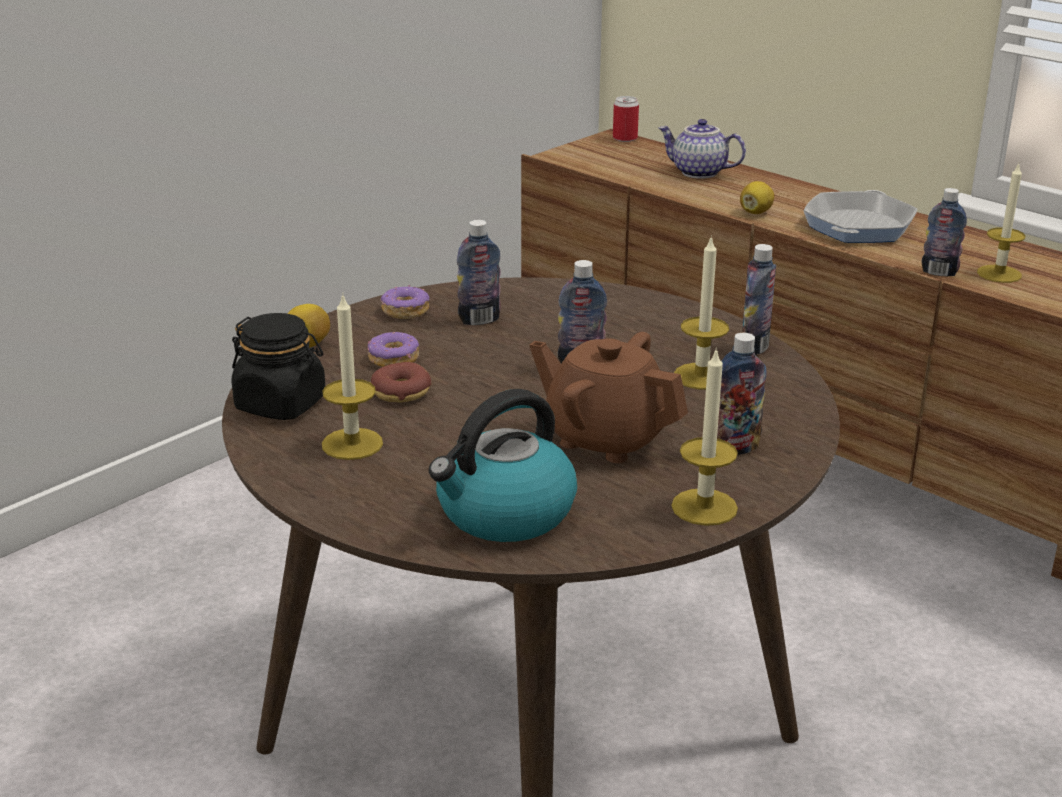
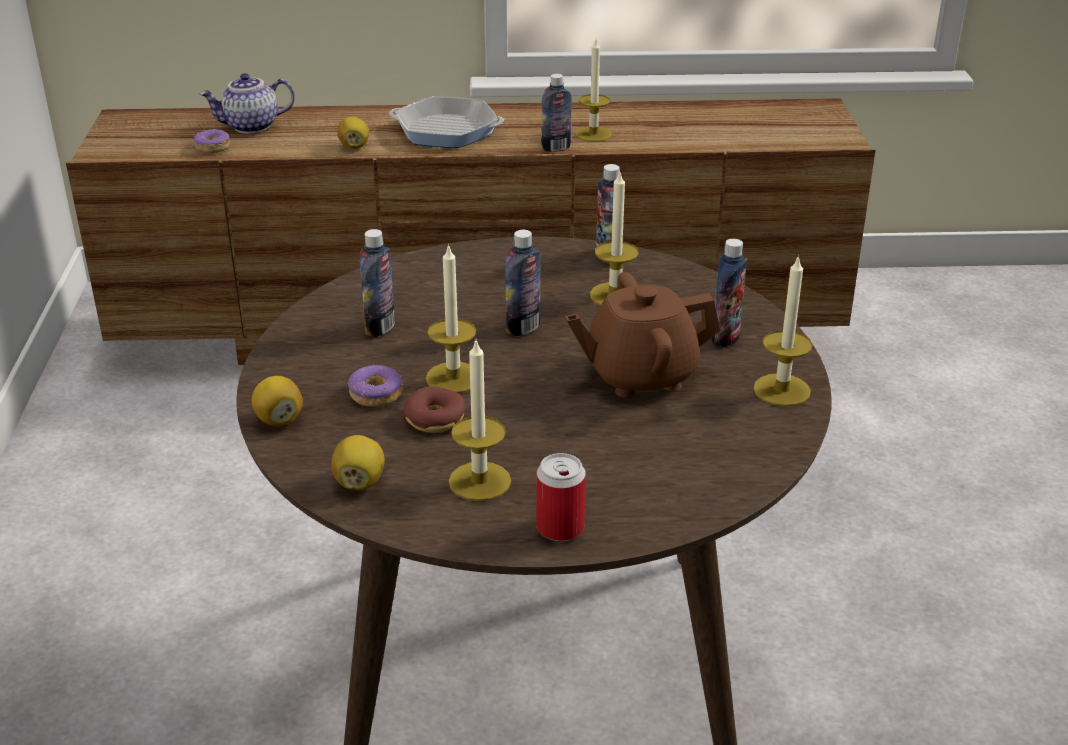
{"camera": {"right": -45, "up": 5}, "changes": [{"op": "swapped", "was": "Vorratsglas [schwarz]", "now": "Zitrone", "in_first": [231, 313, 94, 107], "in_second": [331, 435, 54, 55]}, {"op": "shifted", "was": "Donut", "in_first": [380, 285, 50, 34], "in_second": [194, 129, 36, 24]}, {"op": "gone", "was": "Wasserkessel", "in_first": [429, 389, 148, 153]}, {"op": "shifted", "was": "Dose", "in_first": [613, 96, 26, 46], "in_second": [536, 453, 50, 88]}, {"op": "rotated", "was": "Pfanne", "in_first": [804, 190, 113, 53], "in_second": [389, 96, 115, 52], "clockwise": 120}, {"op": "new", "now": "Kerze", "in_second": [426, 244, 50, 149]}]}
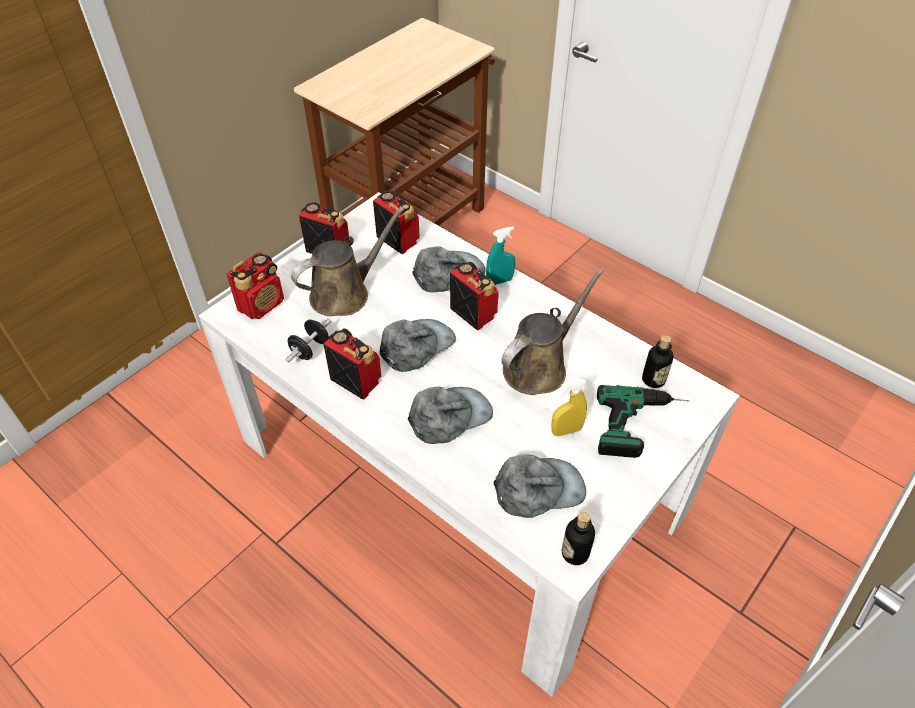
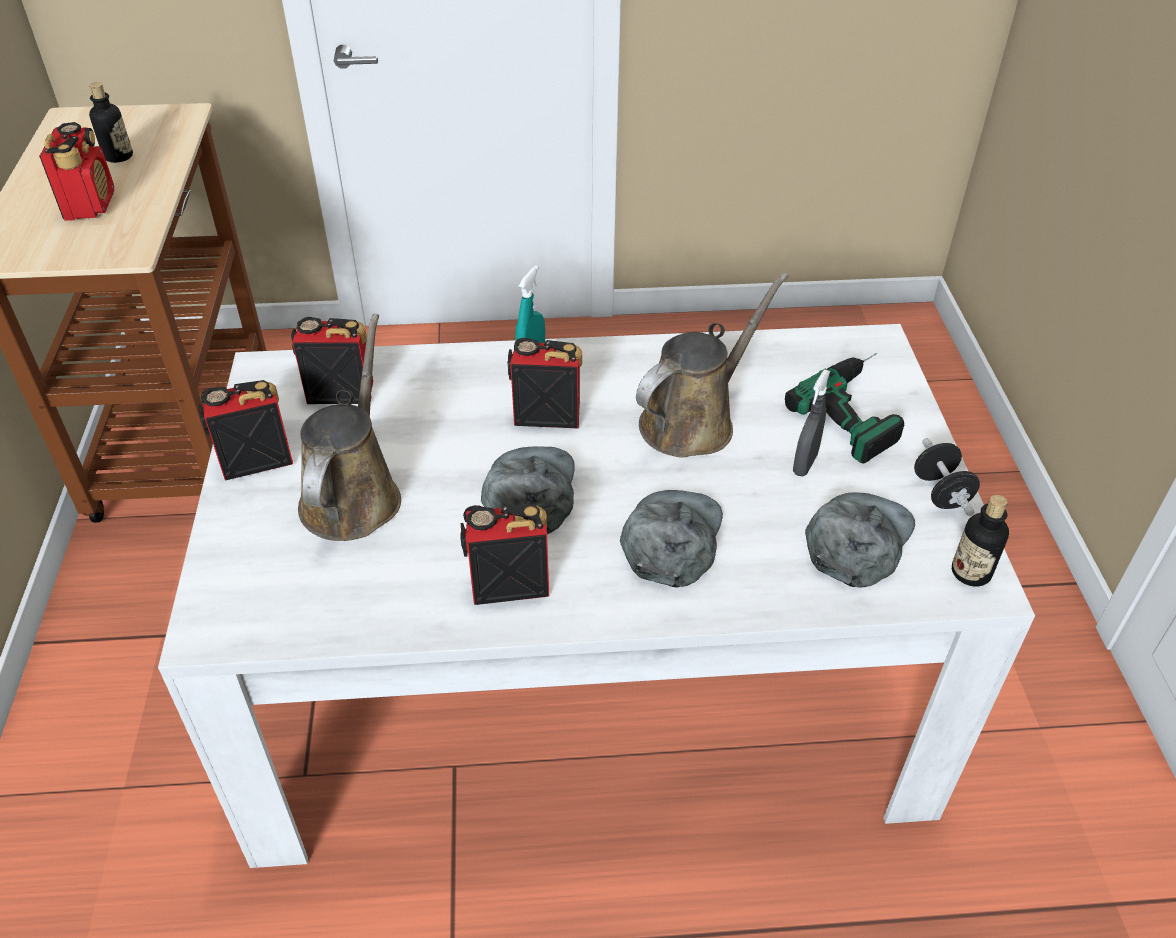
{"camera": {"right": -45, "up": -5}, "changes": [{"op": "shifted", "was": "Radio", "in_first": [227, 252, 57, 68], "in_second": [39, 122, 75, 99]}, {"op": "shifted", "was": "Hantel [schwarz]", "in_first": [285, 318, 46, 45], "in_second": [914, 438, 66, 78]}, {"op": "gone", "was": "Kappe [grau]", "in_first": [412, 246, 73, 46]}, {"op": "rotated", "was": "Gießkanne [braun]", "in_first": [501, 269, 103, 126], "in_second": [636, 273, 152, 184], "clockwise": 45}, {"op": "repainted", "was": "Sprühflasche [gelb]", "now": "Sprühflasche [grau]", "in_first": [551, 379, 36, 57], "in_second": [793, 369, 38, 107]}, {"op": "shifted", "was": "Flasche", "in_first": [642, 335, 32, 53], "in_second": [89, 82, 44, 81]}]}
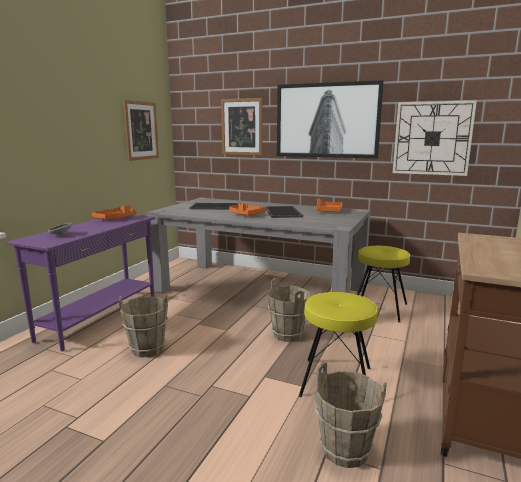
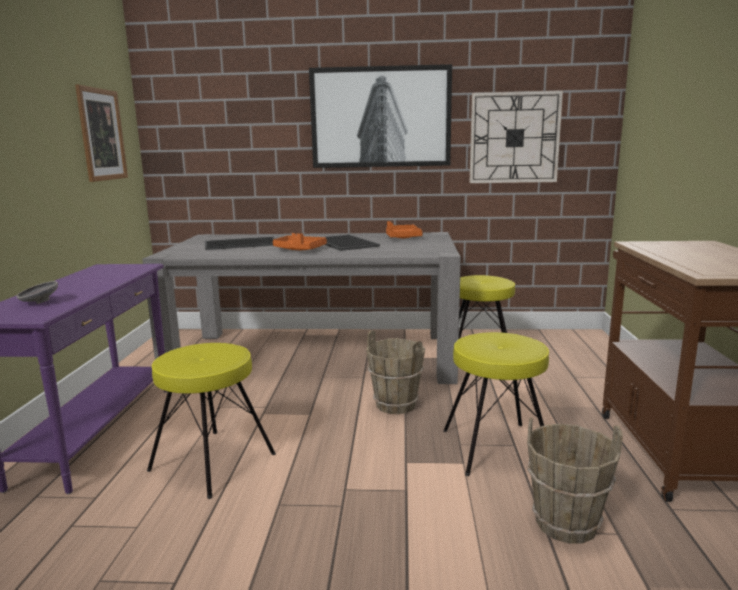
{"camera": {"right": -20, "up": 0}, "changes": [{"op": "gone", "was": "Tablett [orange]", "in_first": [92, 204, 44, 16]}, {"op": "swapped", "was": "Eimer [braun]", "now": "Hocker [gelb]", "in_first": [119, 295, 49, 62], "in_second": [147, 343, 129, 156]}, {"op": "gone", "was": "Bild", "in_first": [221, 98, 41, 58]}]}
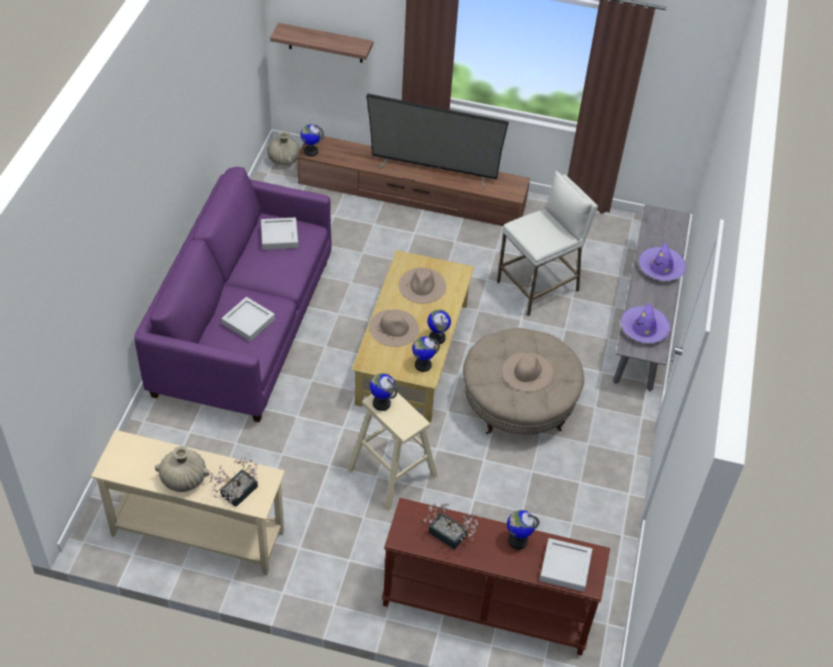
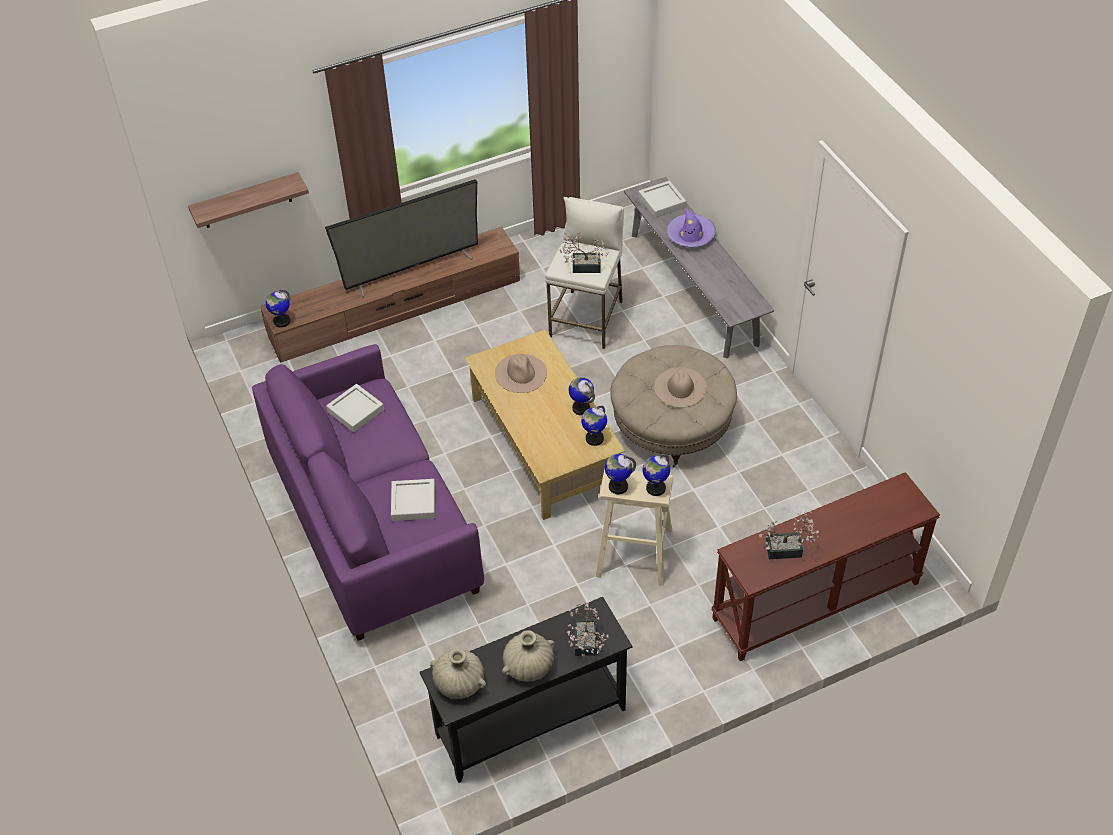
{"camera": {"right": -35, "up": 0}, "changes": [{"op": "repainted", "was": "Konsolentisch [beige]", "now": "Konsolentisch [schwarz]", "in_first": [91, 430, 194, 145], "in_second": [420, 597, 212, 186]}, {"op": "shifted", "was": "Vase [beige]", "in_first": [267, 131, 33, 34], "in_second": [430, 648, 56, 51]}, {"op": "gone", "was": "Hut [beige]", "in_first": [369, 310, 50, 37]}, {"op": "shifted", "was": "Globus", "in_first": [507, 510, 32, 39], "in_second": [642, 454, 28, 42]}, {"op": "shifted", "was": "Tablett [grau]", "in_first": [540, 538, 53, 54], "in_second": [639, 181, 47, 37]}, {"op": "gone", "was": "Hut [lila]", "in_first": [621, 302, 49, 41]}, {"op": "new", "now": "Topfpflanze", "in_second": [560, 231, 49, 42]}]}
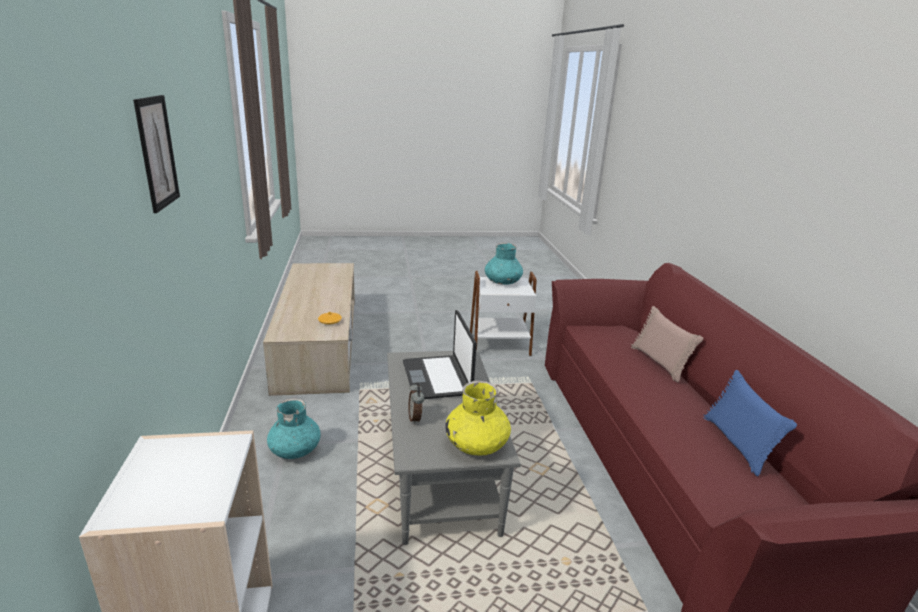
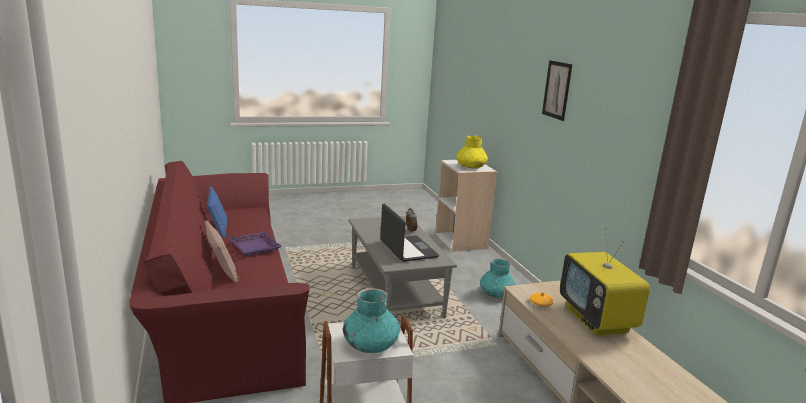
{"camera": {"right": 170, "up": -5}, "changes": [{"op": "shifted", "was": "Vase [gelb]", "in_first": [445, 381, 66, 75], "in_second": [456, 135, 32, 34]}, {"op": "new", "now": "Tablett [lila]", "in_second": [229, 231, 52, 25]}, {"op": "new", "now": "Fernseher", "in_second": [560, 228, 90, 108]}]}
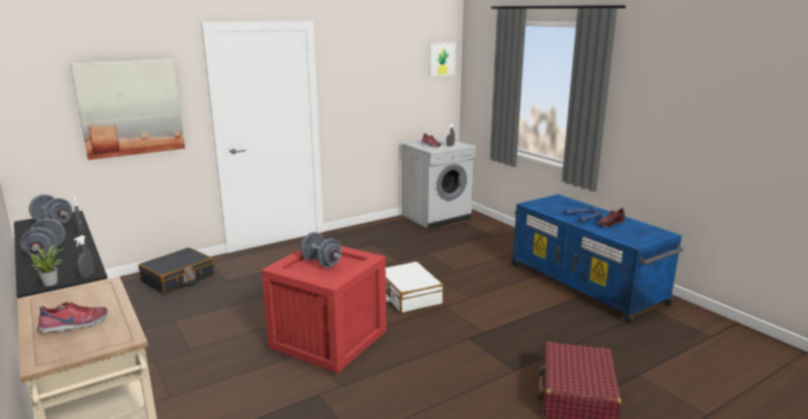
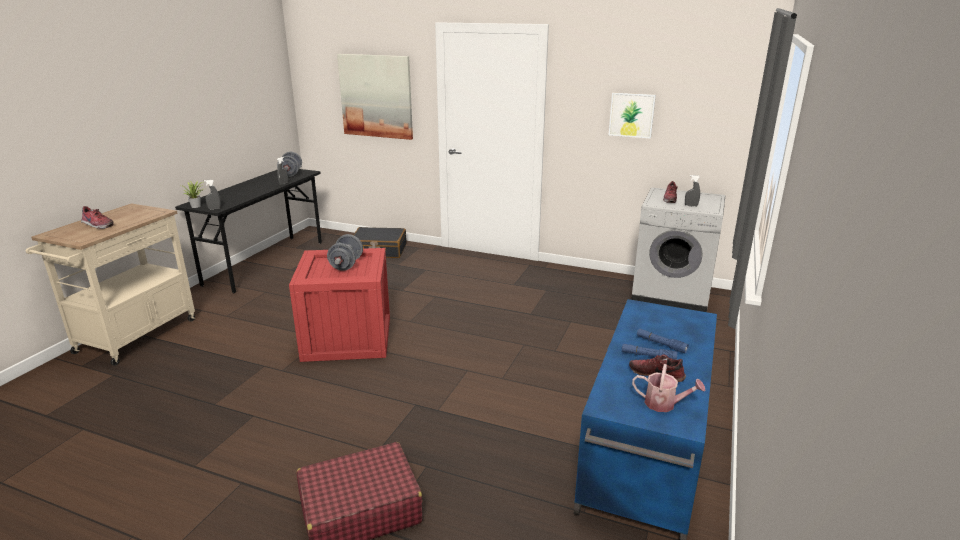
{"camera": {"right": 55, "up": 5}, "changes": [{"op": "gone", "was": "Hantel [grau]", "in_first": [21, 218, 45, 40]}, {"op": "gone", "was": "Koffer [weiß]", "in_first": [386, 261, 58, 52]}, {"op": "shifted", "was": "Bild", "in_first": [429, 42, 27, 34], "in_second": [609, 93, 47, 46]}, {"op": "new", "now": "Gießkanne", "in_second": [632, 364, 74, 48]}]}
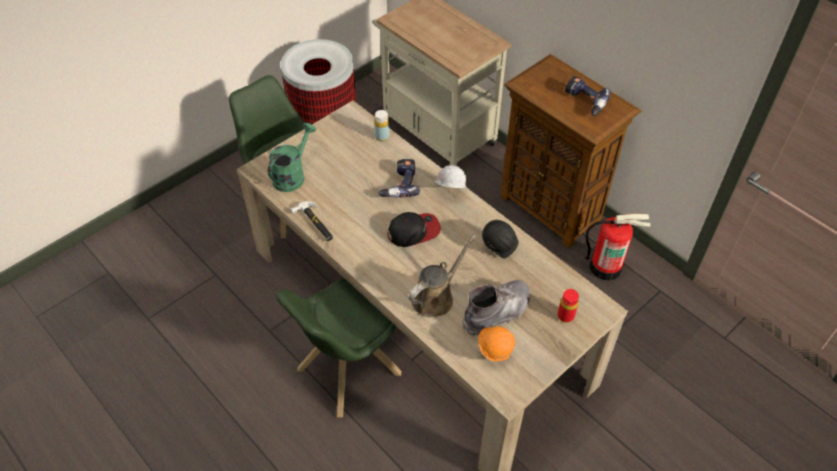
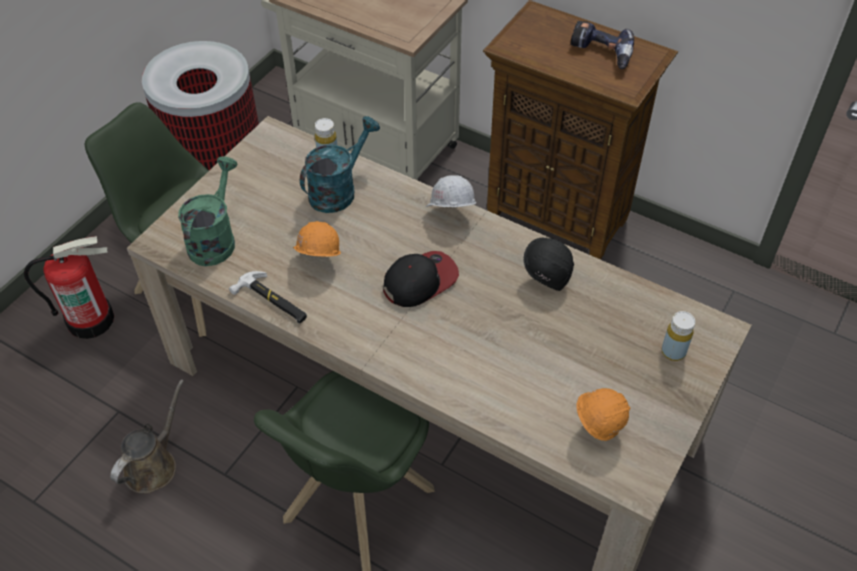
{"camera": {"right": -15, "up": 0}, "changes": [{"op": "gone", "was": "Bohrmaschine", "in_first": [378, 159, 42, 39]}, {"op": "shifted", "was": "Gießkanne [braun]", "in_first": [409, 234, 67, 83], "in_second": [110, 379, 74, 114]}, {"op": "gone", "was": "Stiefel [grau]", "in_first": [462, 280, 69, 57]}, {"op": "repainted", "was": "Flasche [rot]", "now": "Flasche [gelb]", "in_first": [557, 289, 22, 34], "in_second": [661, 311, 34, 50]}, {"op": "shifted", "was": "Feuerlöscher", "in_first": [585, 214, 66, 66], "in_second": [24, 236, 90, 103]}, {"op": "new", "now": "Schutzhelm [orange]", "in_second": [293, 221, 48, 36]}, {"op": "new", "now": "Gießkanne [türkis]", "in_second": [300, 116, 80, 97]}]}
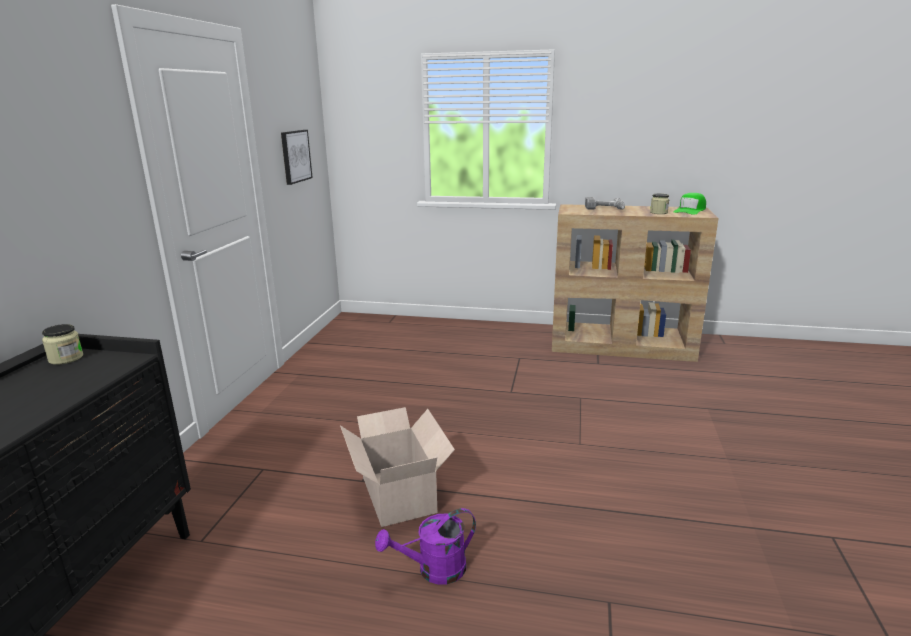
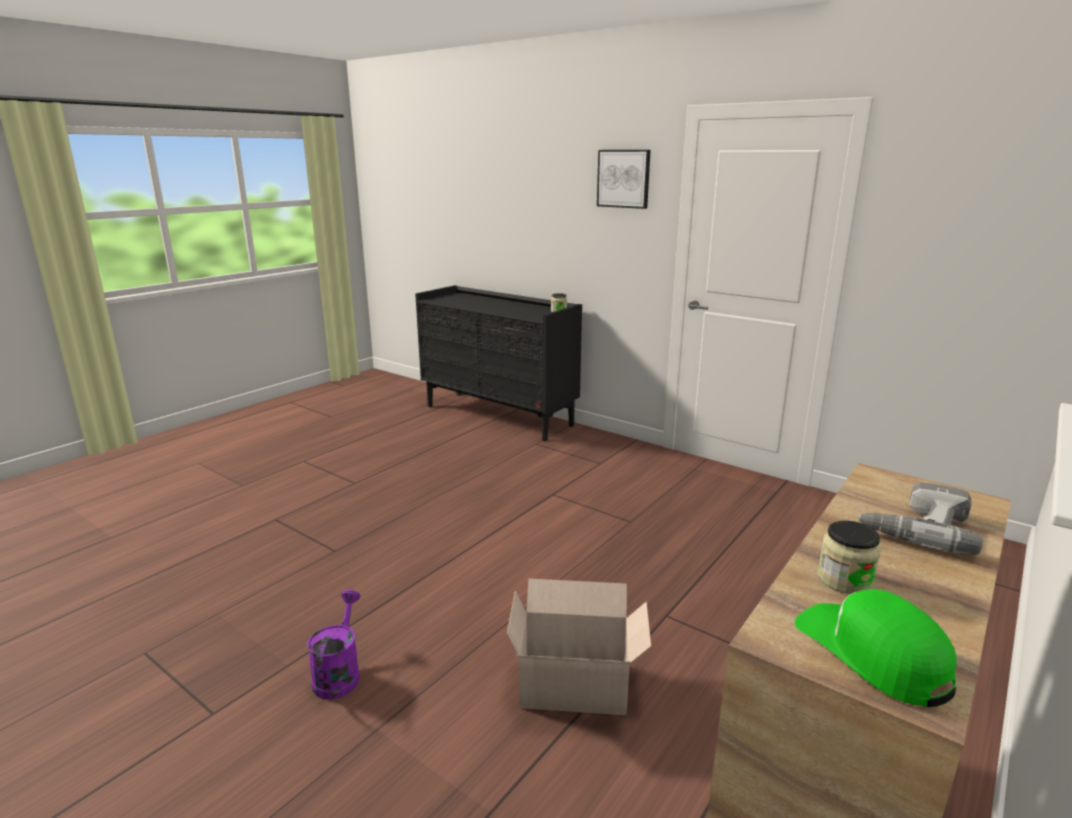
{"camera": {"right": 115, "up": 0}, "changes": [{"op": "shifted", "was": "Bild", "in_first": [281, 130, 32, 55], "in_second": [597, 150, 54, 59]}, {"op": "shifted", "was": "Karton", "in_first": [340, 407, 115, 120], "in_second": [507, 578, 144, 137]}, {"op": "shifted", "was": "Gießkanne [lila]", "in_first": [375, 508, 101, 77], "in_second": [307, 590, 53, 110]}]}
